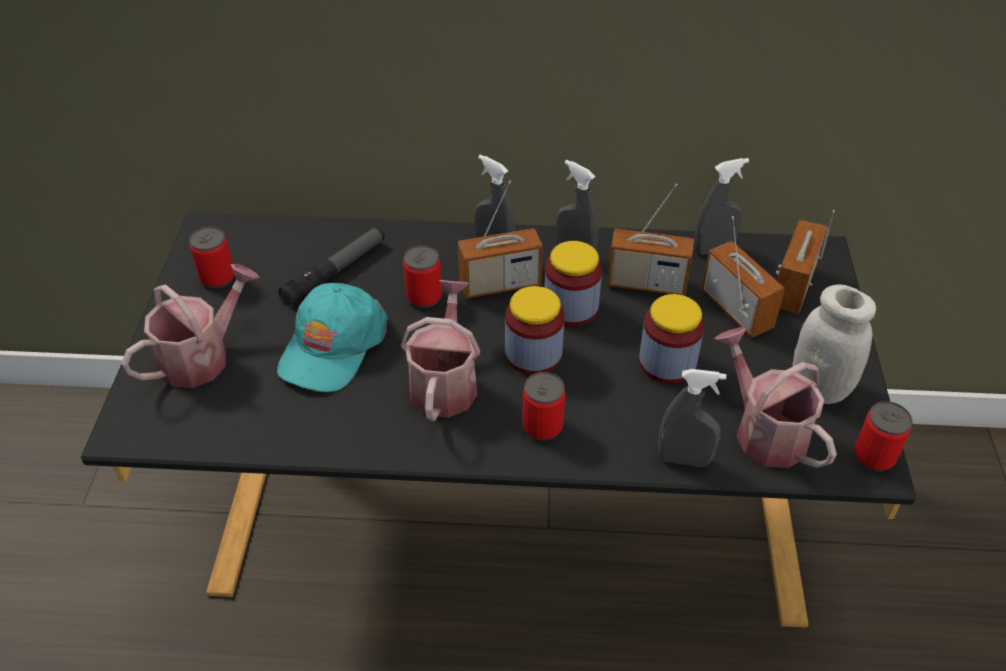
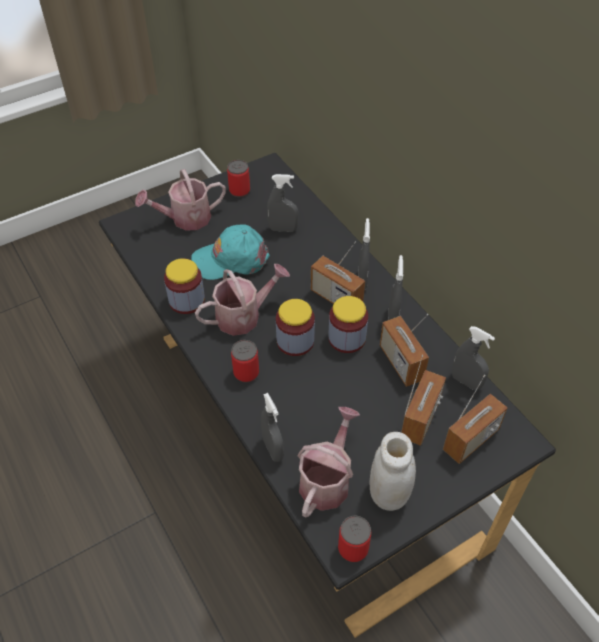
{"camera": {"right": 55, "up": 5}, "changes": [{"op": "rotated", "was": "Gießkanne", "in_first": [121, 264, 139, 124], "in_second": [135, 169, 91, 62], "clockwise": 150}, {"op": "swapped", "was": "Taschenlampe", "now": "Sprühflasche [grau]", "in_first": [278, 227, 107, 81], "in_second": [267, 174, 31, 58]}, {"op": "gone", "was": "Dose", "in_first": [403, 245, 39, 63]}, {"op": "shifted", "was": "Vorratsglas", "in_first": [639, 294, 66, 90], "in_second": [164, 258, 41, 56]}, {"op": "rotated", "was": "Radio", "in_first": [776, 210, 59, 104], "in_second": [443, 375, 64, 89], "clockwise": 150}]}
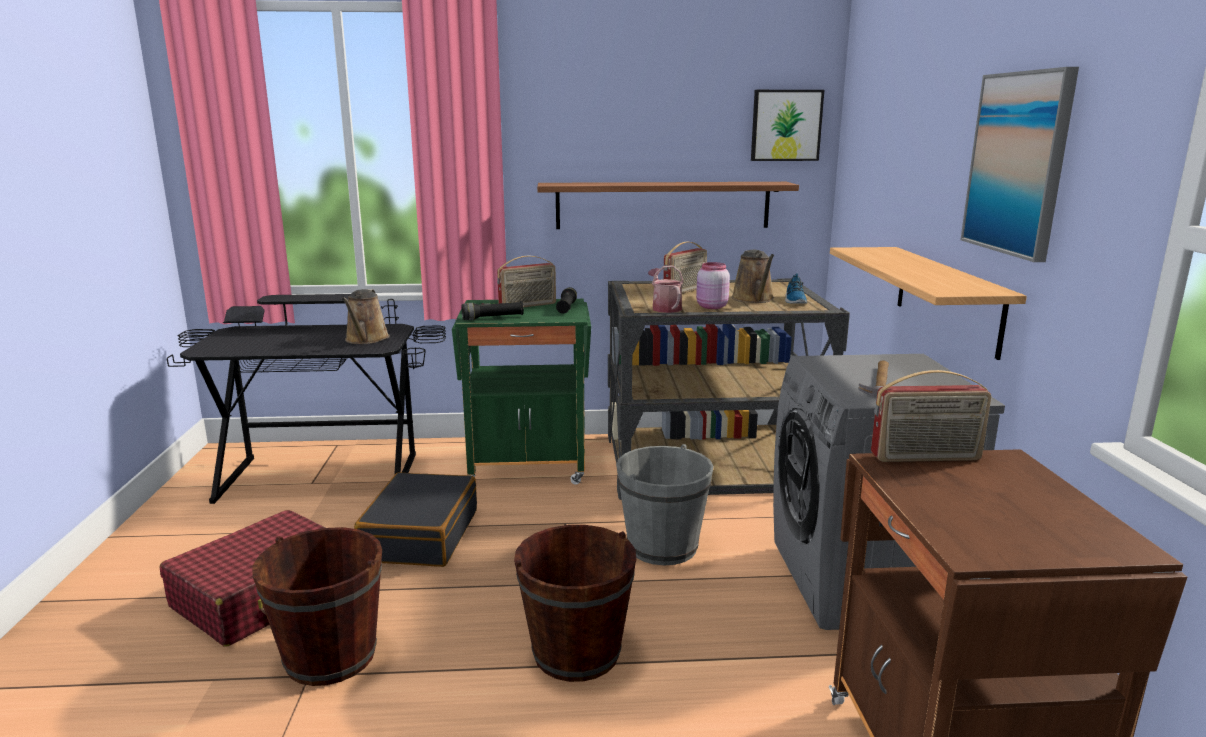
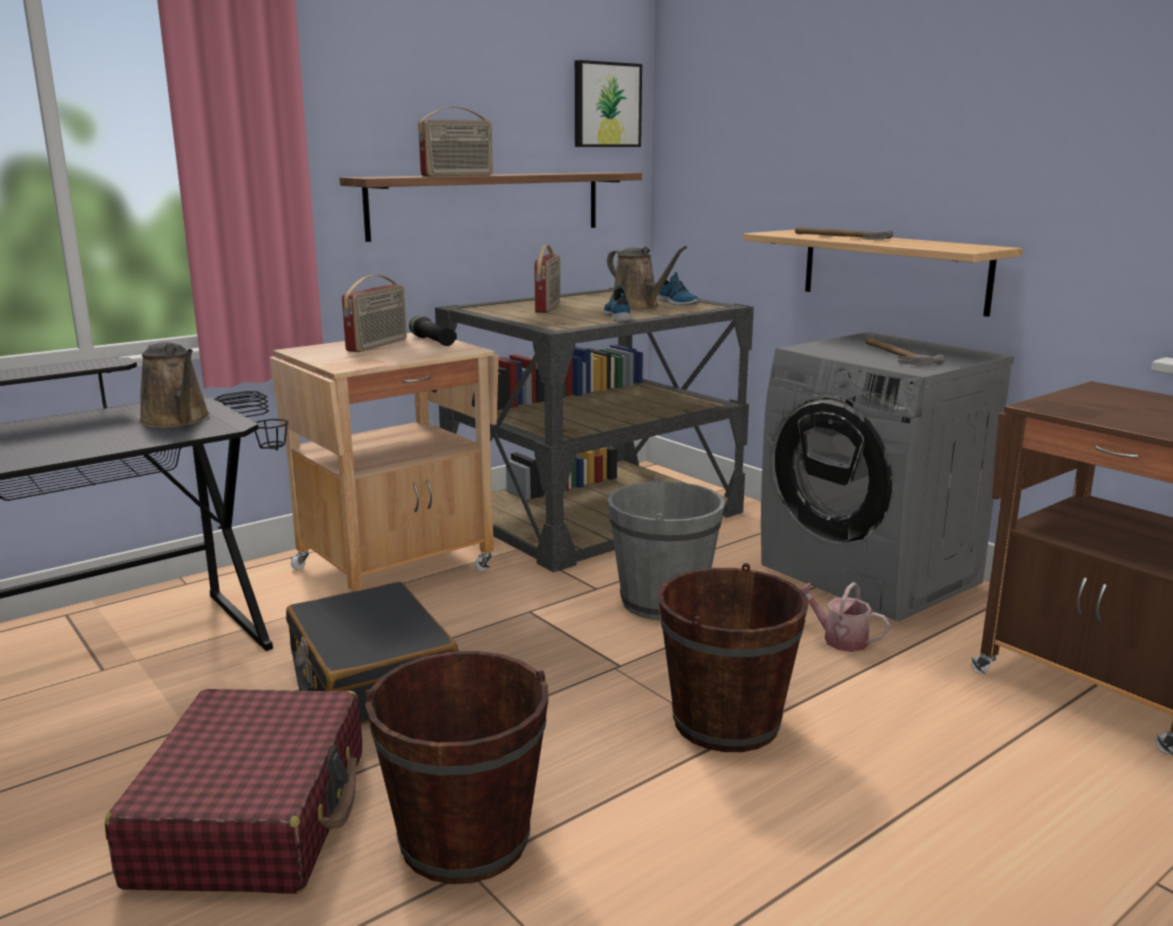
{"camera": {"right": -35, "up": 0}, "changes": [{"op": "repainted", "was": "Rollwagen [grün]", "now": "Rollwagen [braun]", "in_first": [452, 299, 139, 186], "in_second": [269, 333, 230, 259]}, {"op": "gone", "was": "Taschenlampe [schwarz]", "in_first": [462, 301, 62, 19]}, {"op": "shifted", "was": "Gießkanne", "in_first": [648, 265, 35, 48], "in_second": [800, 582, 90, 70]}, {"op": "swapped", "was": "Vorratsglas [rosa]", "now": "Schuh", "in_first": [696, 262, 34, 47], "in_second": [603, 284, 28, 37]}, {"op": "shifted", "was": "Radio", "in_first": [871, 370, 120, 92], "in_second": [418, 107, 75, 69]}, {"op": "gone", "was": "Bild", "in_first": [960, 67, 119, 195]}, {"op": "new", "now": "Hammer", "in_second": [795, 227, 98, 13]}]}
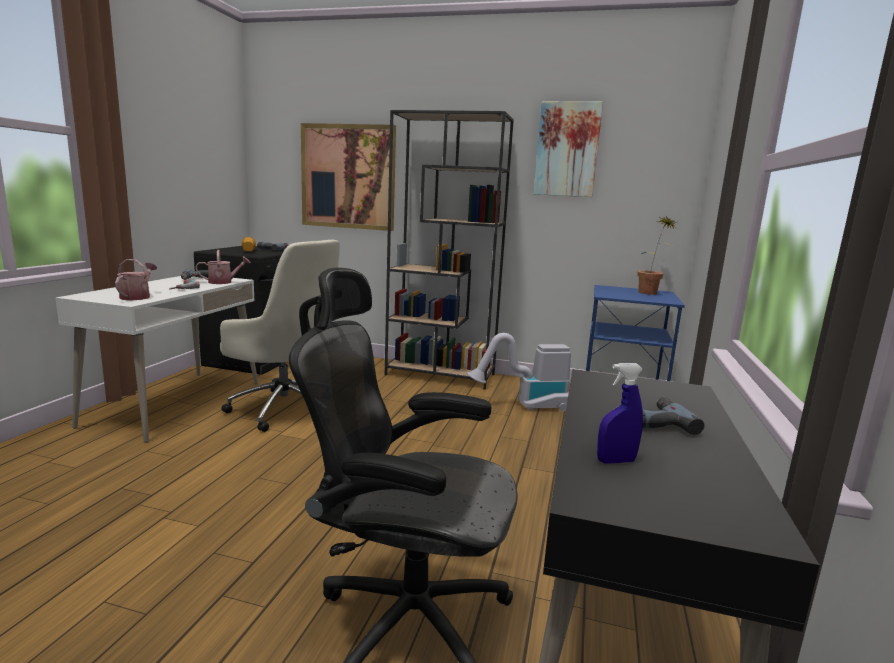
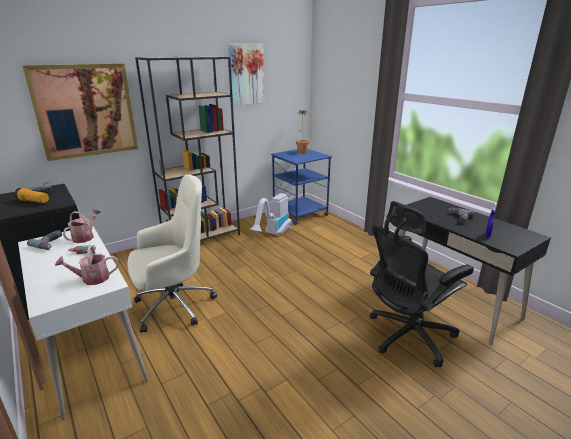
{"camera": {"right": -50, "up": 10}, "changes": [{"op": "rotated", "was": "Gießkanne", "in_first": [115, 259, 42, 41], "in_second": [55, 246, 64, 39], "clockwise": -60}]}
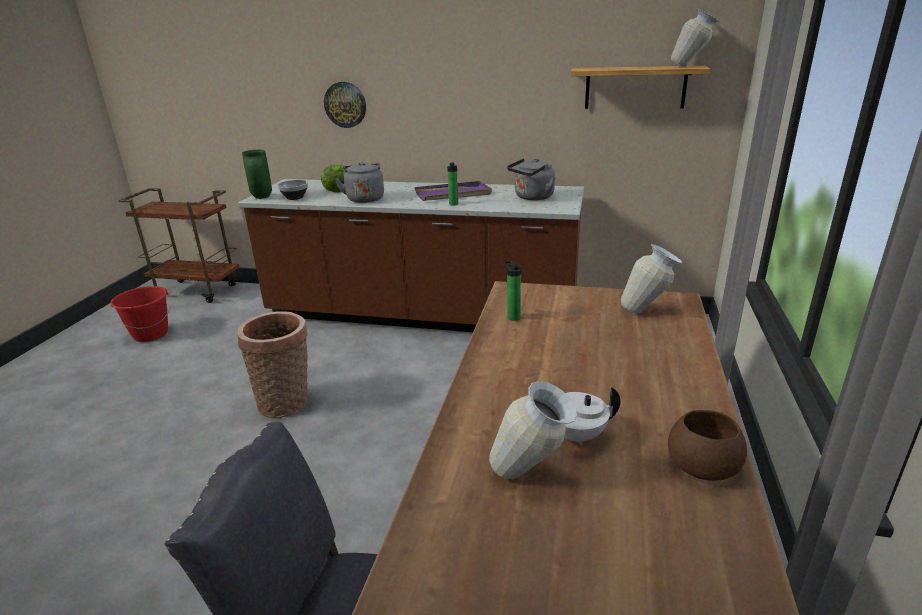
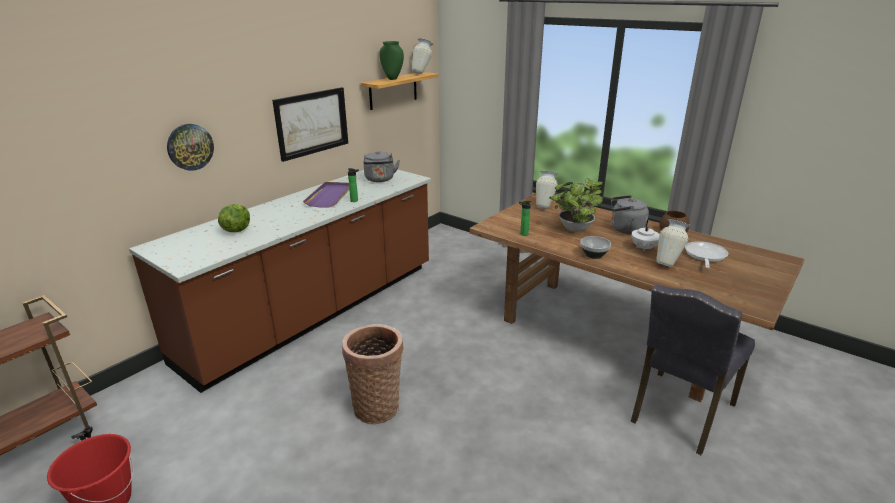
{"camera": {"right": -65, "up": 0}, "changes": [{"op": "shifted", "was": "Vase [grün]", "in_first": [242, 150, 30, 49], "in_second": [379, 41, 25, 39]}, {"op": "shifted", "was": "Schüssel", "in_first": [277, 180, 31, 20], "in_second": [580, 236, 31, 23]}, {"op": "shifted", "was": "Wasserkessel [grau]", "in_first": [335, 162, 49, 41], "in_second": [611, 195, 38, 39]}, {"op": "new", "now": "Bild", "in_second": [272, 87, 76, 75]}, {"op": "new", "now": "Topfpflanze", "in_second": [549, 178, 54, 54]}, {"op": "new", "now": "Pfanne", "in_second": [685, 241, 43, 27]}]}
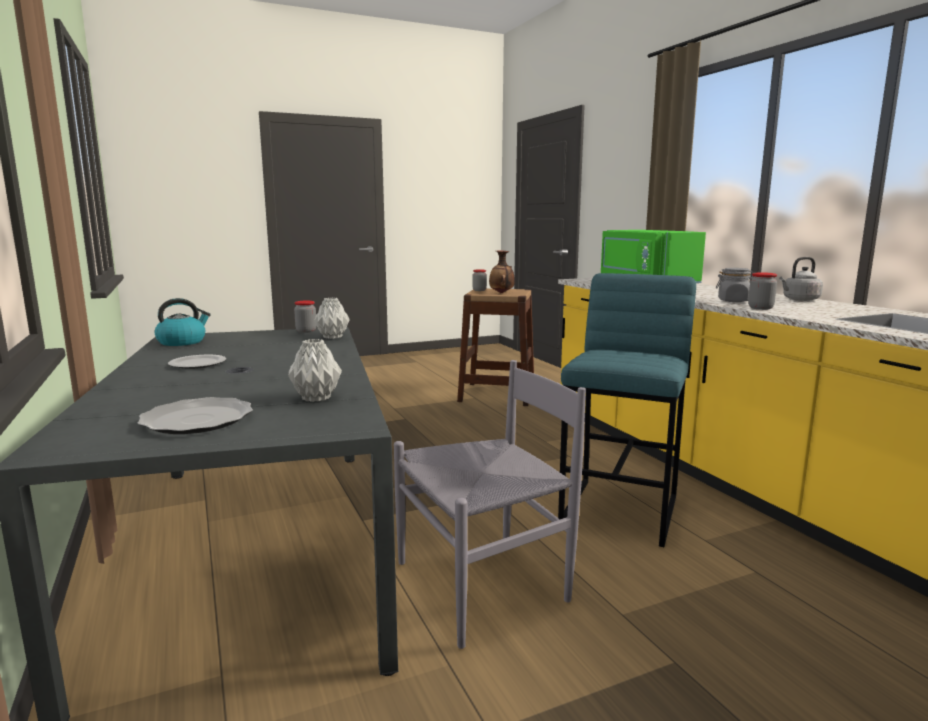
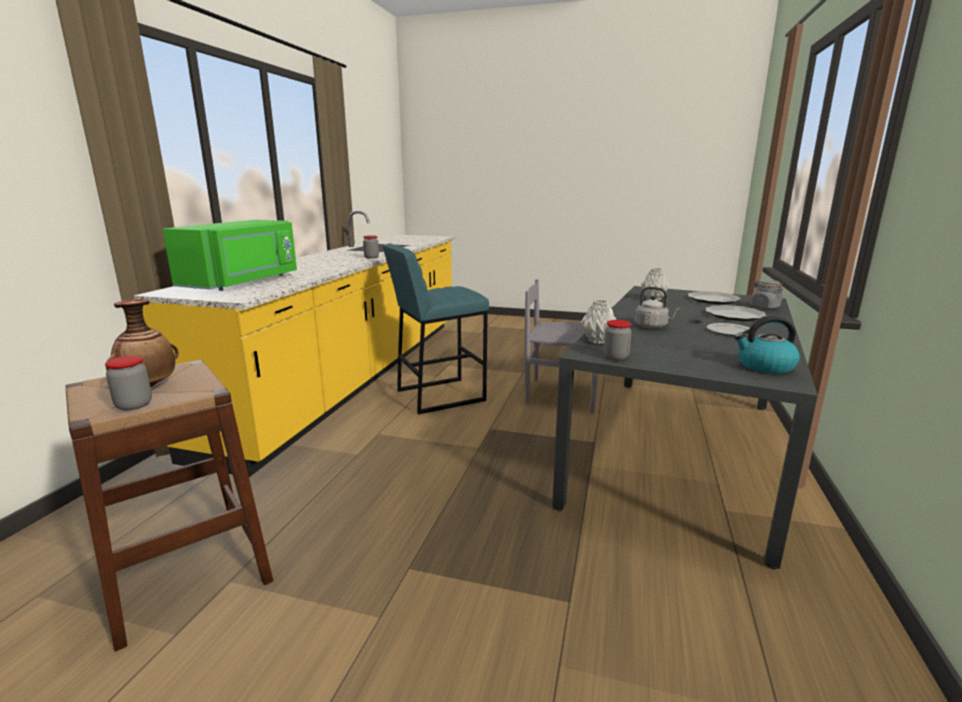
{"camera": {"right": -140, "up": 5}, "changes": [{"op": "shifted", "was": "Vorratsglas [grau]", "in_first": [716, 268, 38, 34], "in_second": [750, 280, 33, 29]}, {"op": "shifted", "was": "Wasserkessel [grau]", "in_first": [779, 257, 44, 44], "in_second": [634, 287, 46, 42]}, {"op": "new", "now": "Teller", "in_second": [705, 305, 62, 16]}]}
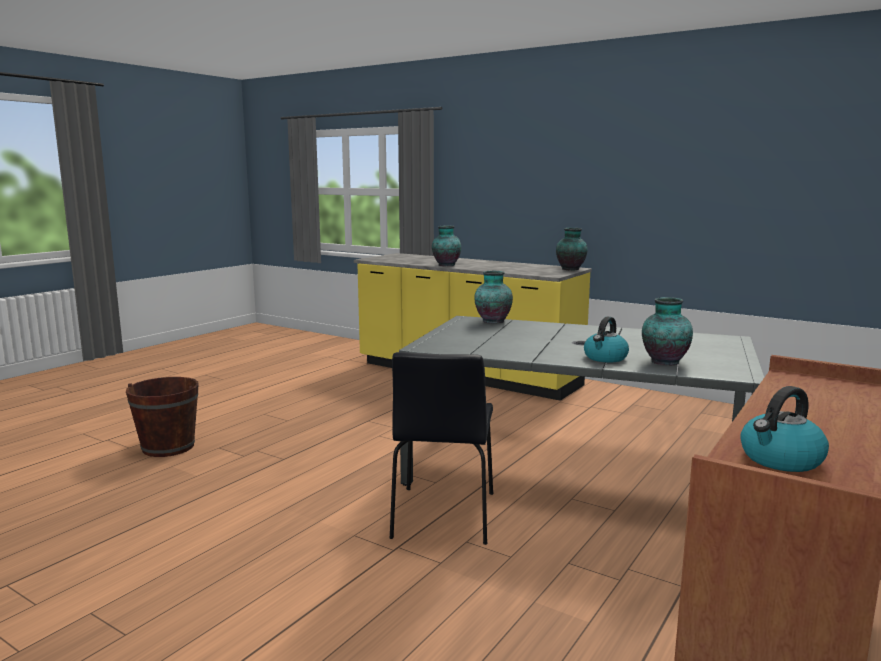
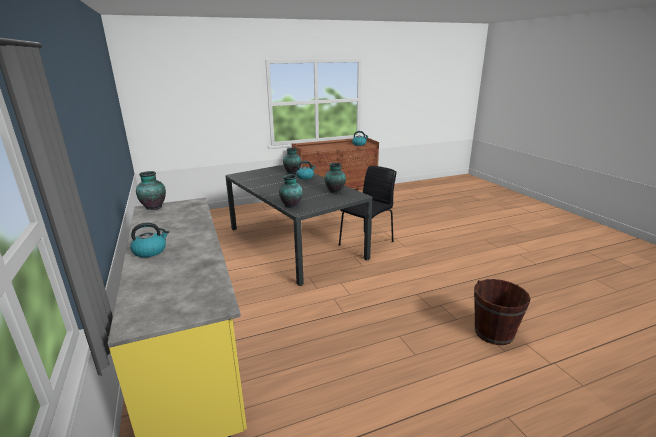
{"camera": {"right": -145, "up": 10}, "changes": [{"op": "shifted", "was": "Vase", "in_first": [432, 226, 29, 40], "in_second": [324, 163, 22, 30]}, {"op": "new", "now": "Wasserkessel", "in_second": [130, 222, 39, 36]}]}
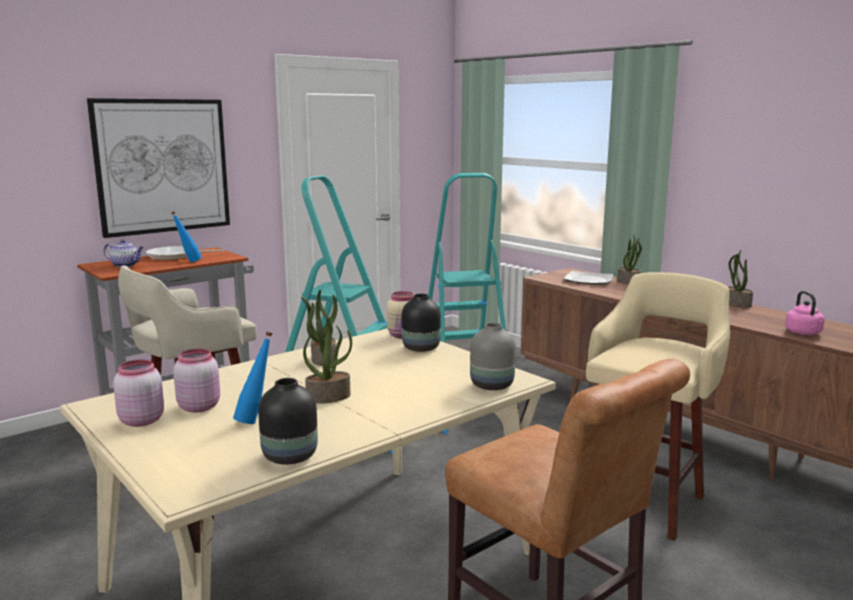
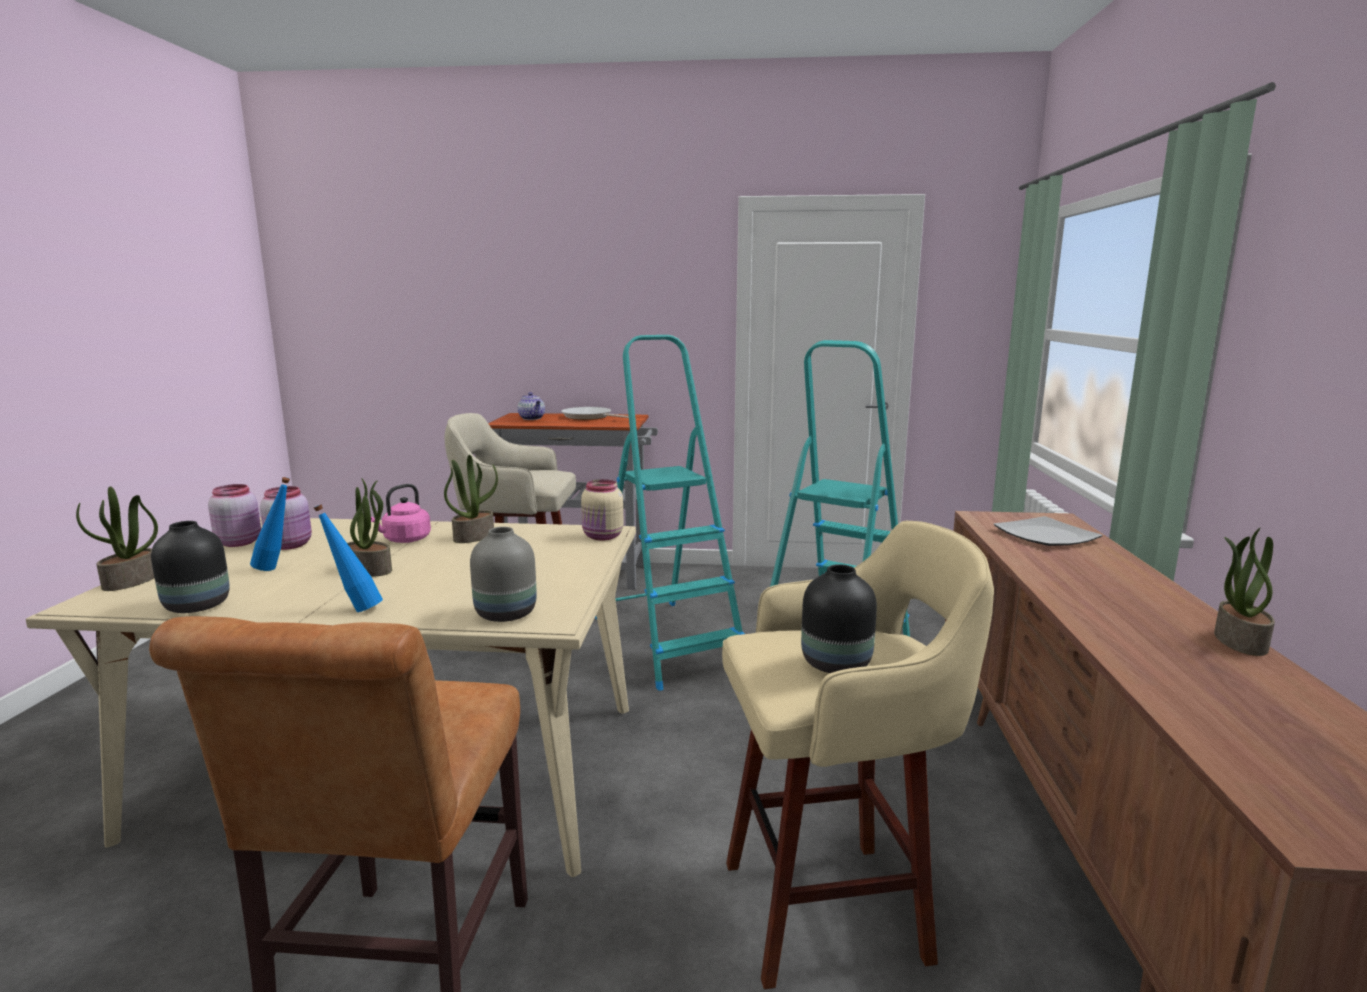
{"camera": {"right": 45, "up": 0}, "changes": [{"op": "gone", "was": "Bild", "in_first": [87, 98, 143, 140]}, {"op": "shifted", "was": "Flasche [blau]", "in_first": [171, 211, 31, 51], "in_second": [314, 504, 69, 108]}, {"op": "shifted", "was": "Vase [schwarz]", "in_first": [402, 294, 39, 58], "in_second": [801, 564, 76, 109]}, {"op": "shifted", "was": "Topfpflanze", "in_first": [617, 234, 25, 50], "in_second": [76, 486, 82, 105]}, {"op": "shifted", "was": "Wasserkessel [rosa]", "in_first": [785, 291, 40, 44], "in_second": [371, 484, 60, 59]}]}
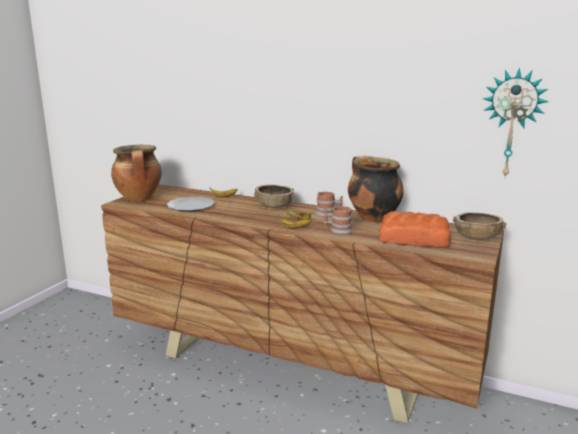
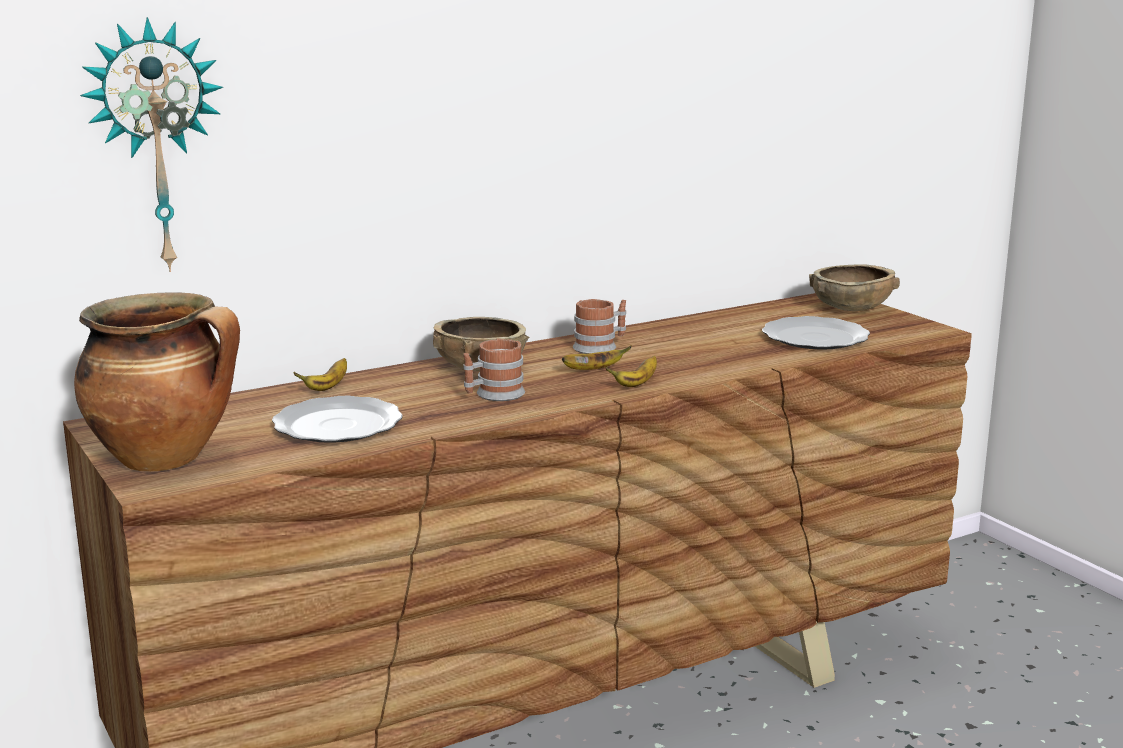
{"camera": {"right": -55, "up": 0}, "changes": [{"op": "shifted", "was": "Henkelbecher", "in_first": [324, 206, 28, 28], "in_second": [463, 338, 62, 63]}, {"op": "gone", "was": "Kochtopf", "in_first": [348, 156, 56, 67]}, {"op": "swapped", "was": "Brot", "now": "Teller", "in_first": [378, 211, 73, 36], "in_second": [762, 316, 108, 34]}, {"op": "shifted", "was": "Wanduhr", "in_first": [483, 68, 66, 109], "in_second": [80, 17, 143, 255]}]}
